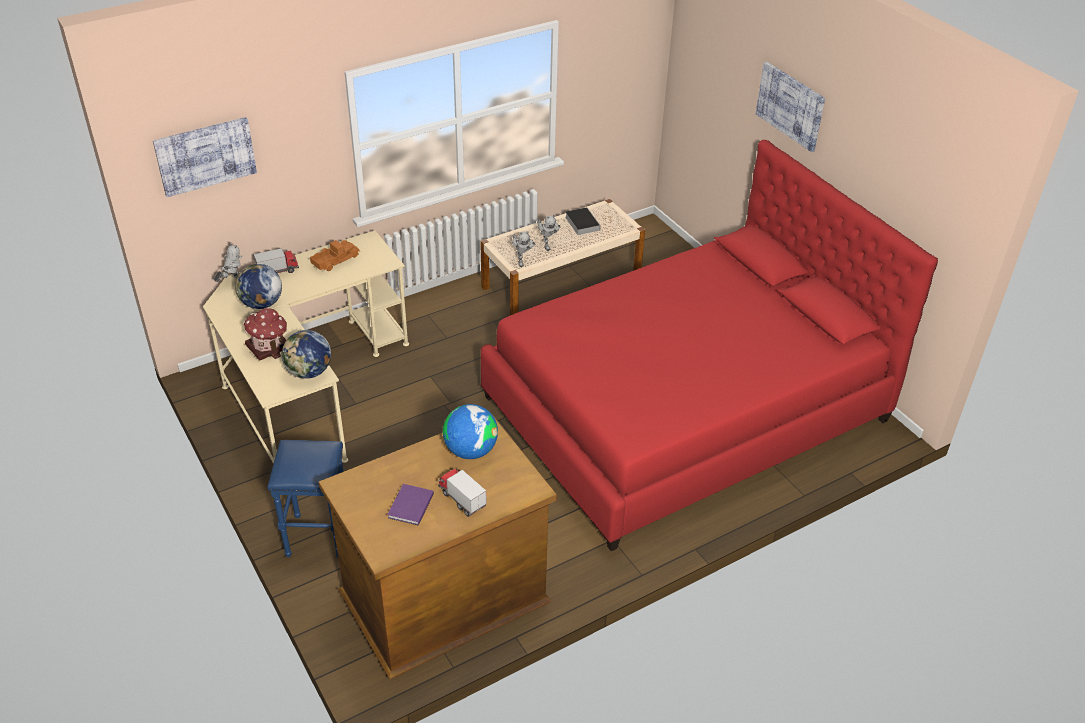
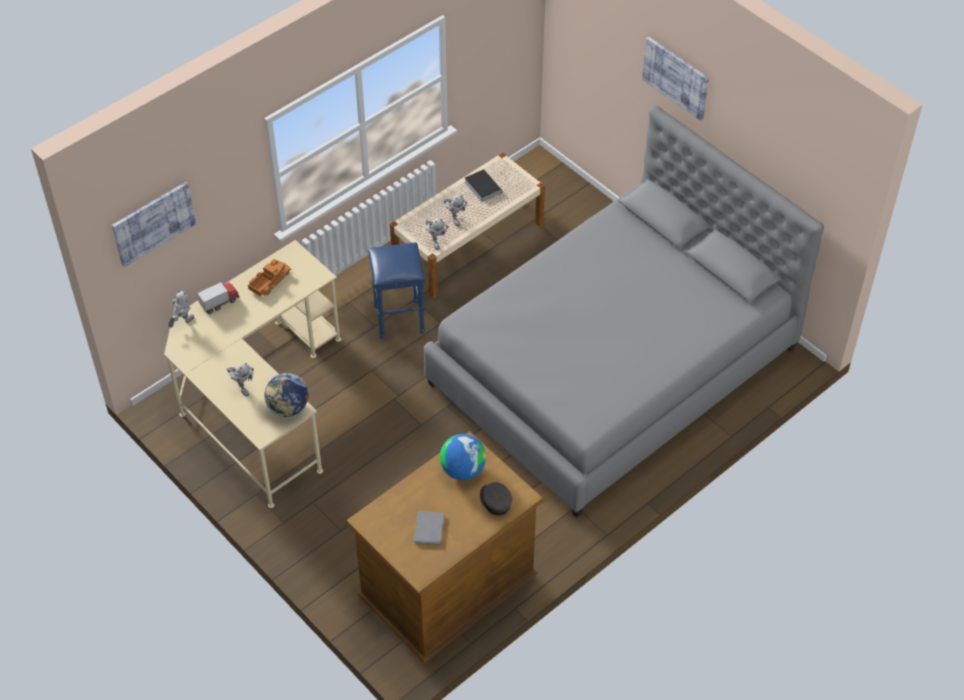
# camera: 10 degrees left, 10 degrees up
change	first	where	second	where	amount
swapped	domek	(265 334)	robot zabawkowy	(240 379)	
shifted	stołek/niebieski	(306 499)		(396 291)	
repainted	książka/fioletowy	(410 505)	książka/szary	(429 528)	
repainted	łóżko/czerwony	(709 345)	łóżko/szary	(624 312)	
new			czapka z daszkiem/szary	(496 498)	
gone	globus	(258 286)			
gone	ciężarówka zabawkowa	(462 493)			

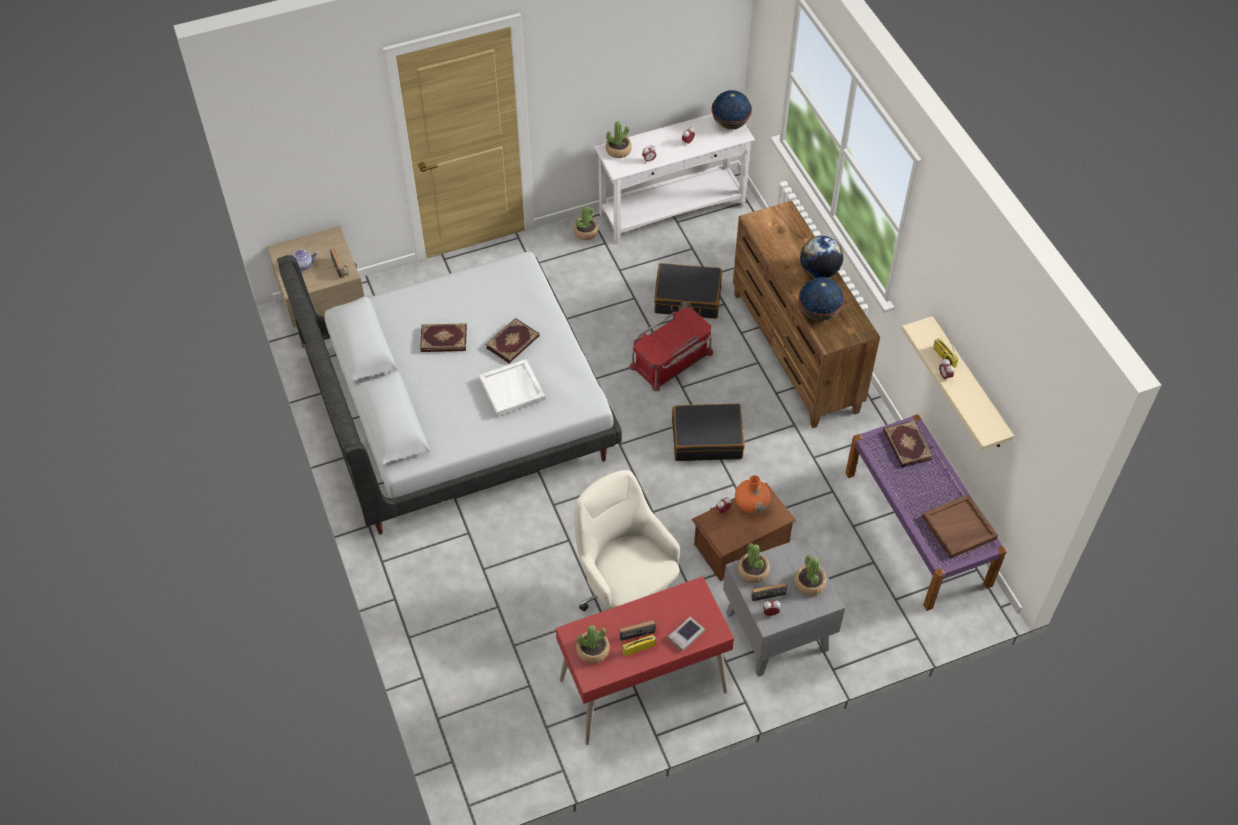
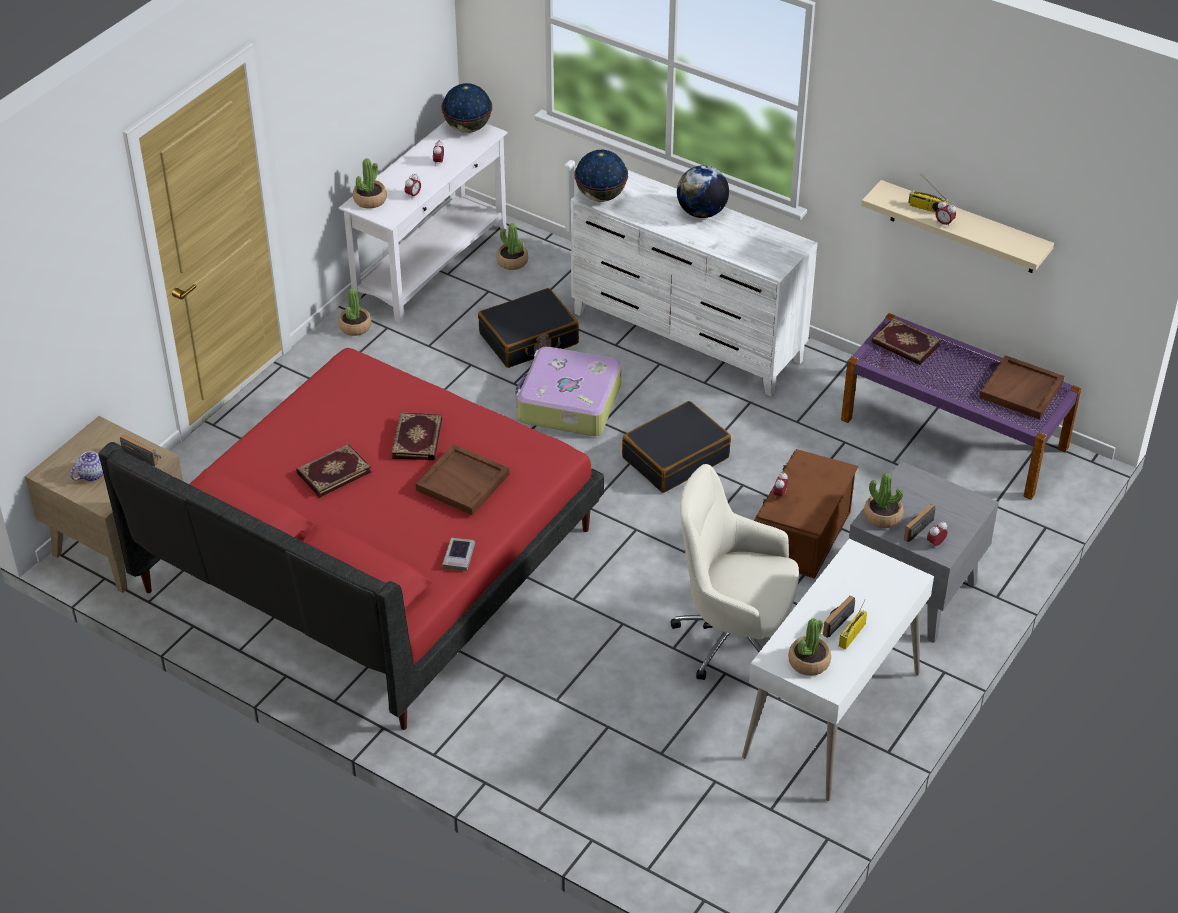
# camera: 35 degrees left, 10 degrees down
change	first	where	second	where	amount
repainted	łóżko/szary	(449 393)	łóżko/czerwony	(351 539)	
repainted	taca/biały	(512 387)	taca/brązowy	(463 479)	
shifted	książka	(686 634)		(458 554)	
shifted	roślina doniczkowa	(810 575)		(512 246)	
swapped	pojemnik do przechowywania/czerwony	(671 350)	walizka	(568 391)	
repainted	komoda/brązowy	(806 314)	komoda/biały	(694 283)	
shifted	globus	(821 299)		(601 176)	
repainted	biurko/czerwony	(645 660)	biurko/biały	(838 670)	
gone	wazon/pomarańczowy	(753 494)			

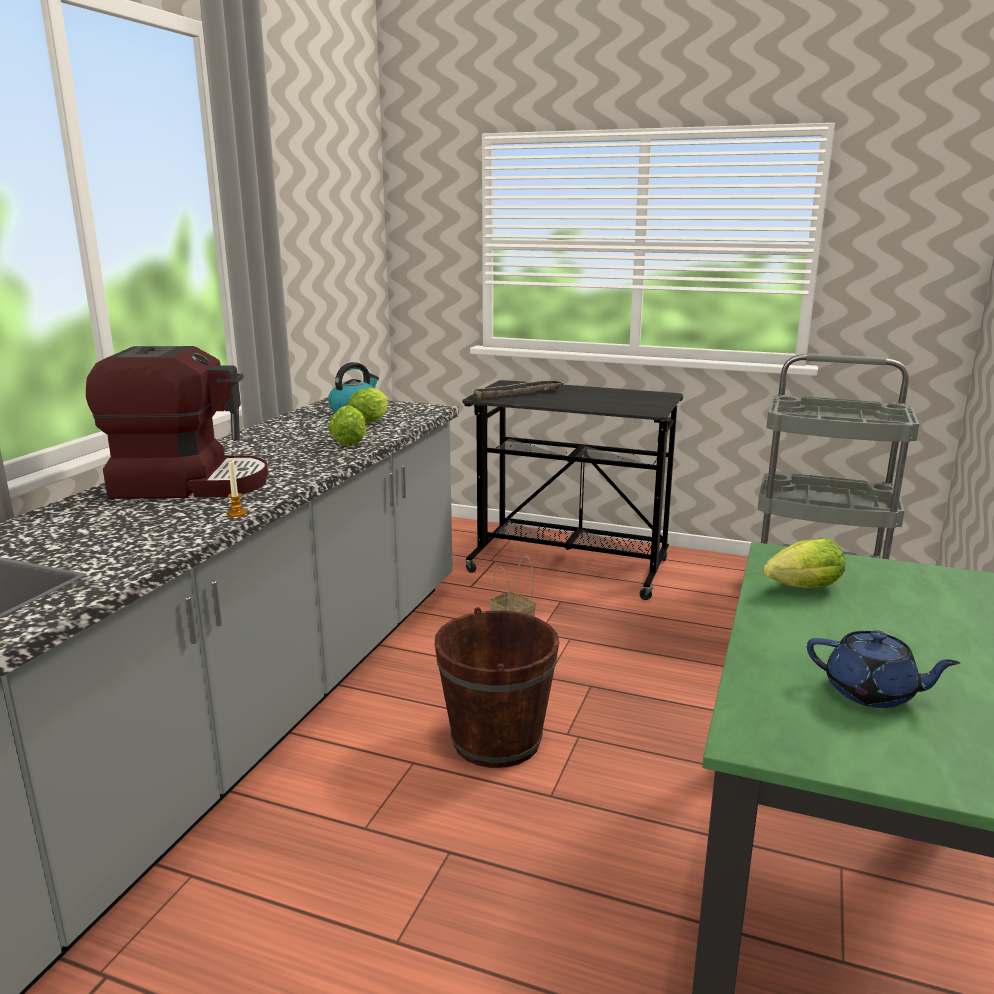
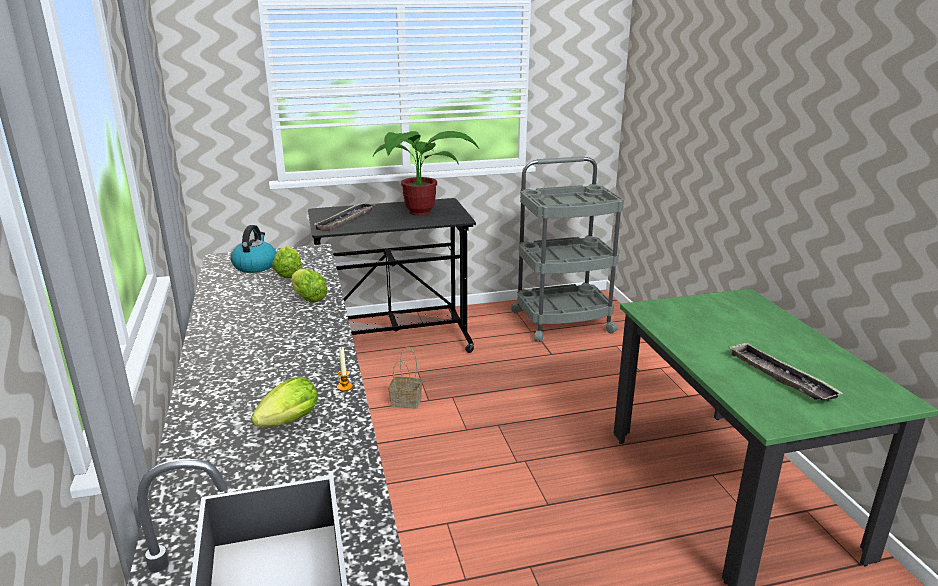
# camera: 35 degrees left, 5 degrees up
change	first	where	second	where	amount
shifted	sałata	(804 563)		(284 402)	
new			roślina doniczkowa	(426 173)	
swapped	imbryk/niebieski	(883 669)	taca	(785 371)	
gone	ekspres do kawy	(177 422)			
gone	wiadro/brązowy	(497 687)			

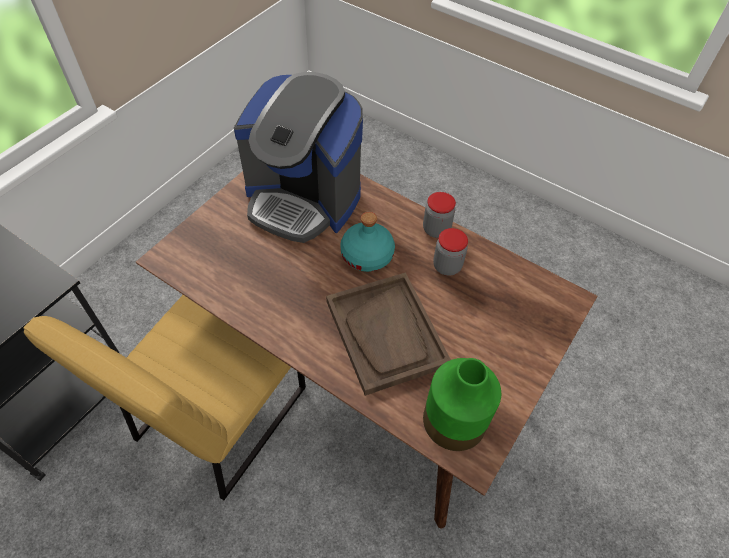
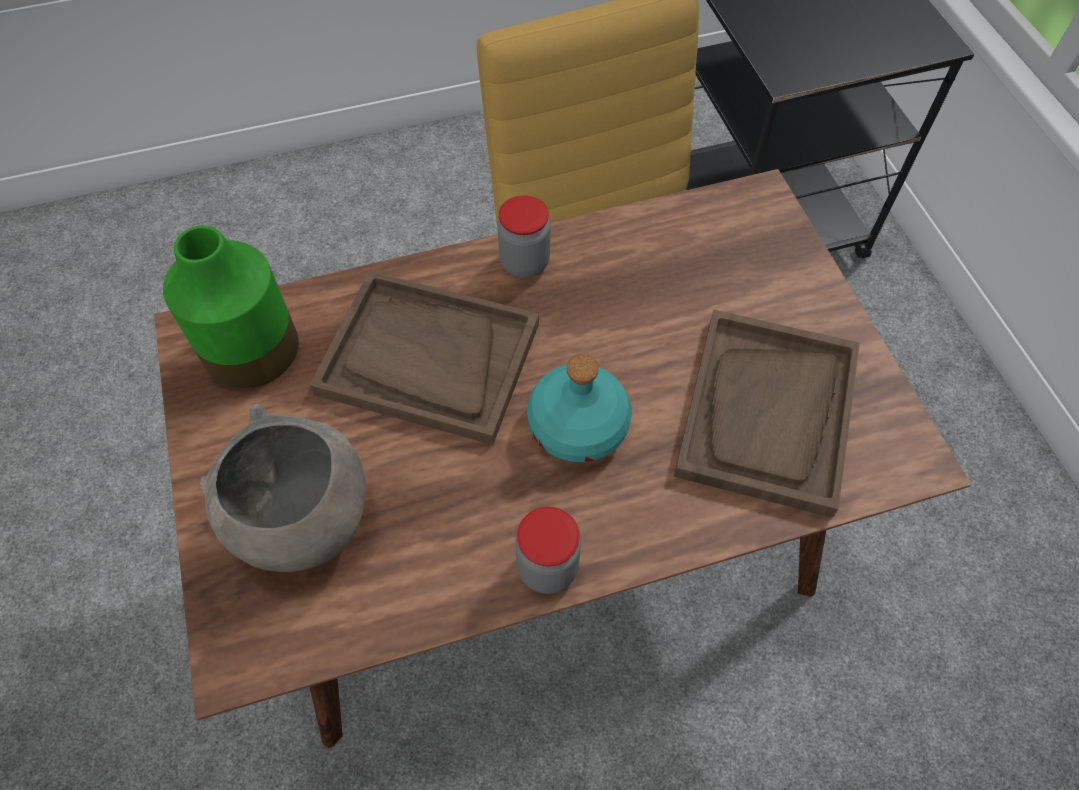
# camera: 130 degrees right, 5 degrees up
change	first	where	second	where	amount
new			miska/szary	(283 488)	
shifted	słoik	(450 252)		(524 236)	
swapped	ekspres do kawy	(298 157)	taca/brązowy	(767 414)	

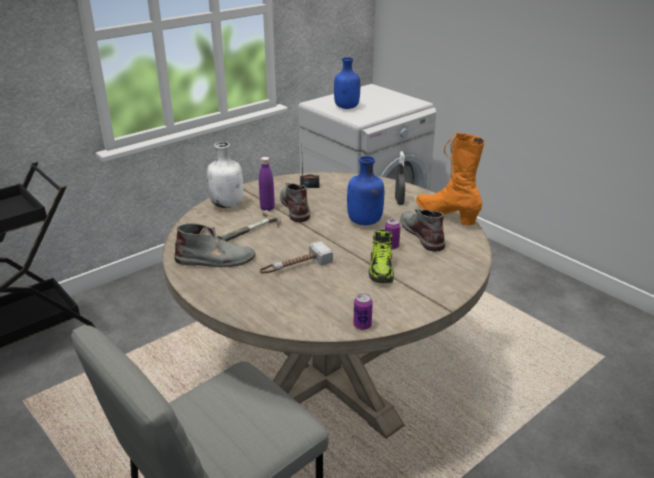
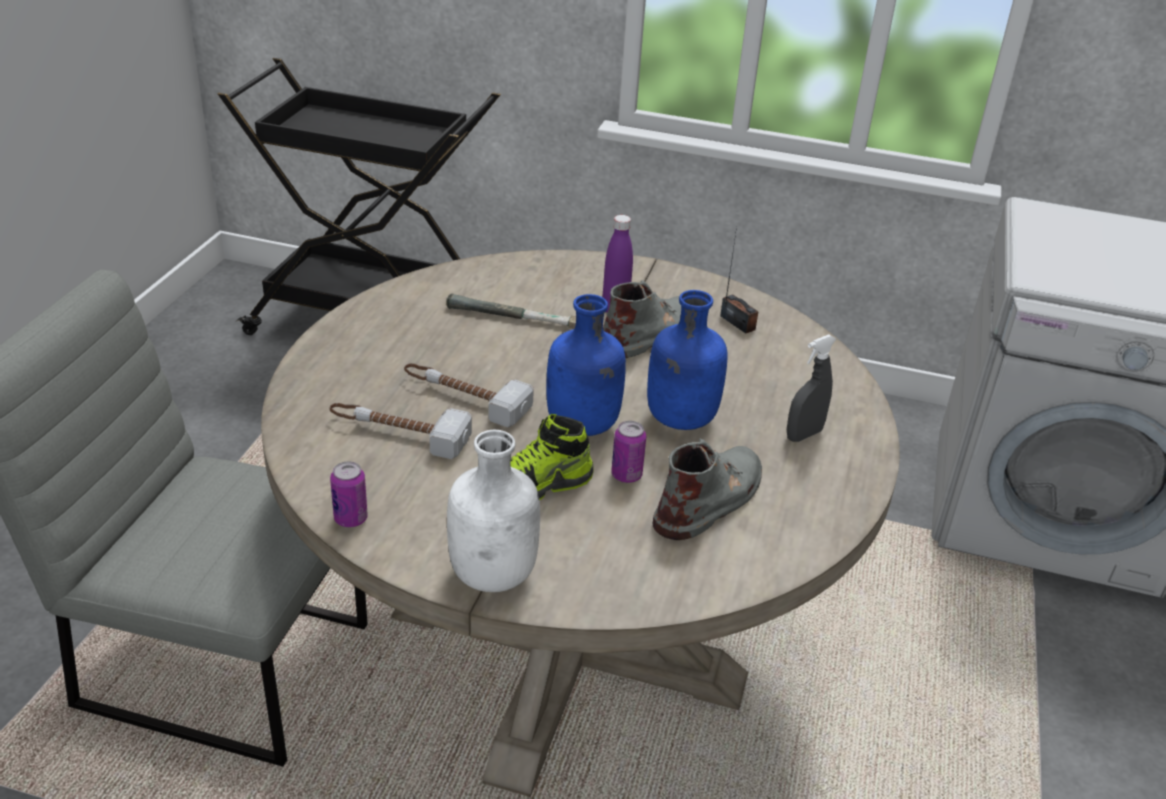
# camera: 55 degrees right, 5 degrees up
change	first	where	second	where	amount
new			młotek	(400 431)	
shifted	butelka/biały	(225 175)		(493 511)	
shifted	butelka/niebieski	(347 83)		(586 365)	
gone	but z cholewką/szary	(215 245)			
gone	but z cholewką/pomarańczowy	(450 179)			

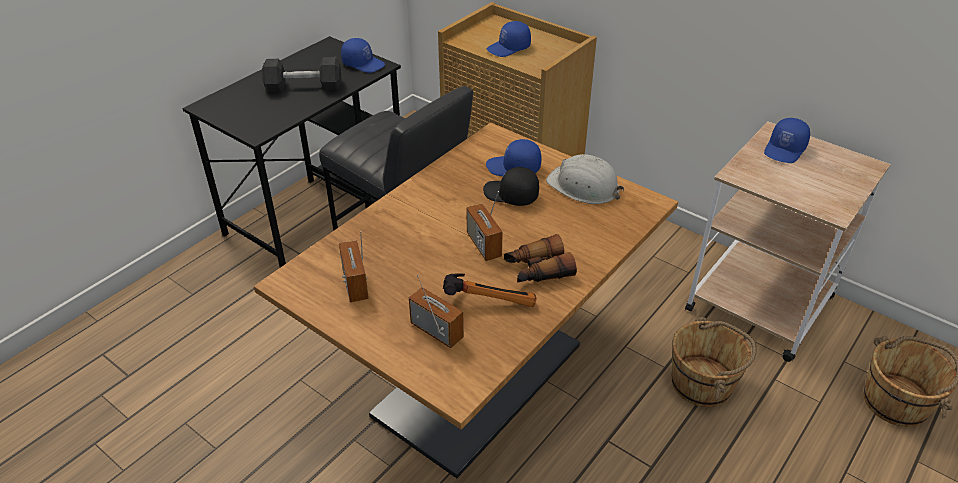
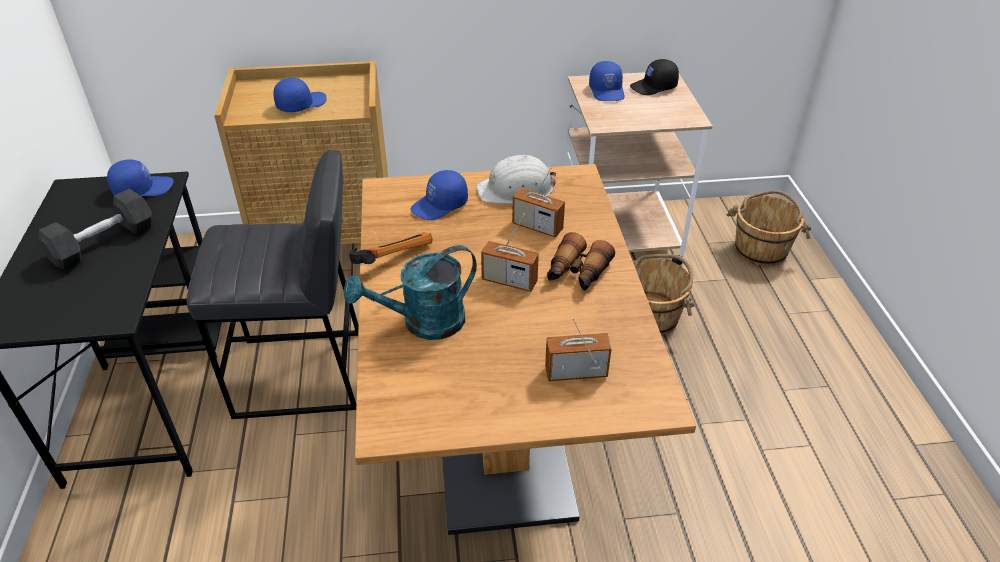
# camera: 45 degrees left, 0 degrees up
change	first	where	second	where	amount
rotated	czapka z daszkiem/niebieski	(509 39)		(300 95)	150 degrees counterclockwise
new			konewka/turkusowy	(410 292)	
shifted	młotek	(490 290)		(391 248)	
shifted	radio	(354 266)		(538 200)	
shifted	czapka z daszkiem/czarny	(511 186)		(654 77)	

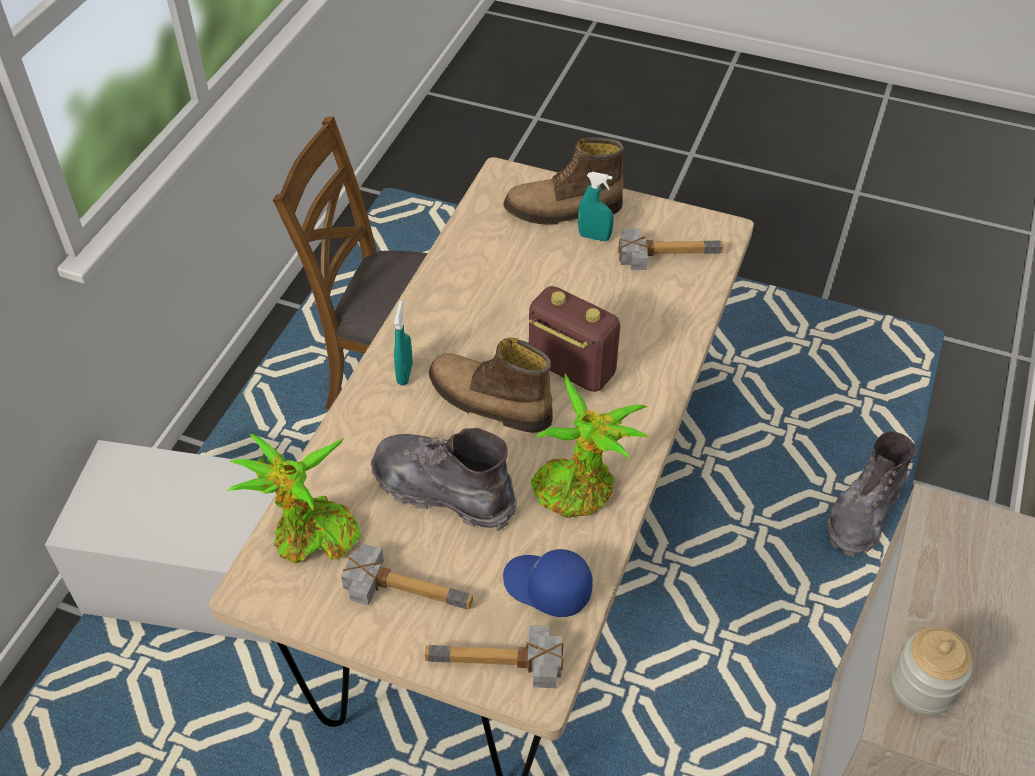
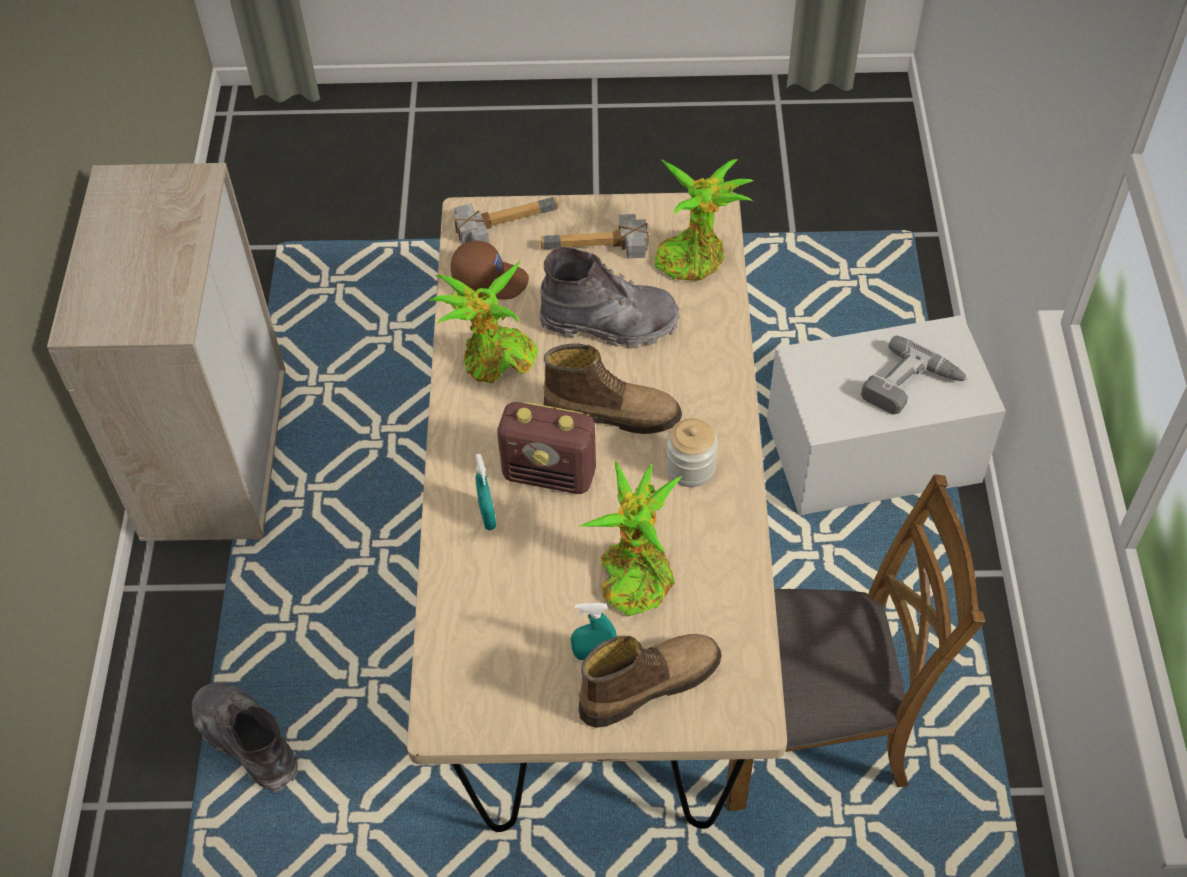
# camera: 160 degrees right, 5 degrees up
change	first	where	second	where	amount
rotated	but z cholewką/szary	(871 494)		(245 738)	60 degrees counterclockwise
repainted	czapka z daszkiem/niebieski	(548 583)	czapka z daszkiem/brązowy	(490 270)	
shifted	spryskiwacz/turkusowy	(403 343)		(485 492)	
new			roślina doniczkowa	(630 538)	
shifted	słoik	(932 671)		(692 452)	
new			wiertarka	(914 375)	
gone	młotek	(671 249)			

